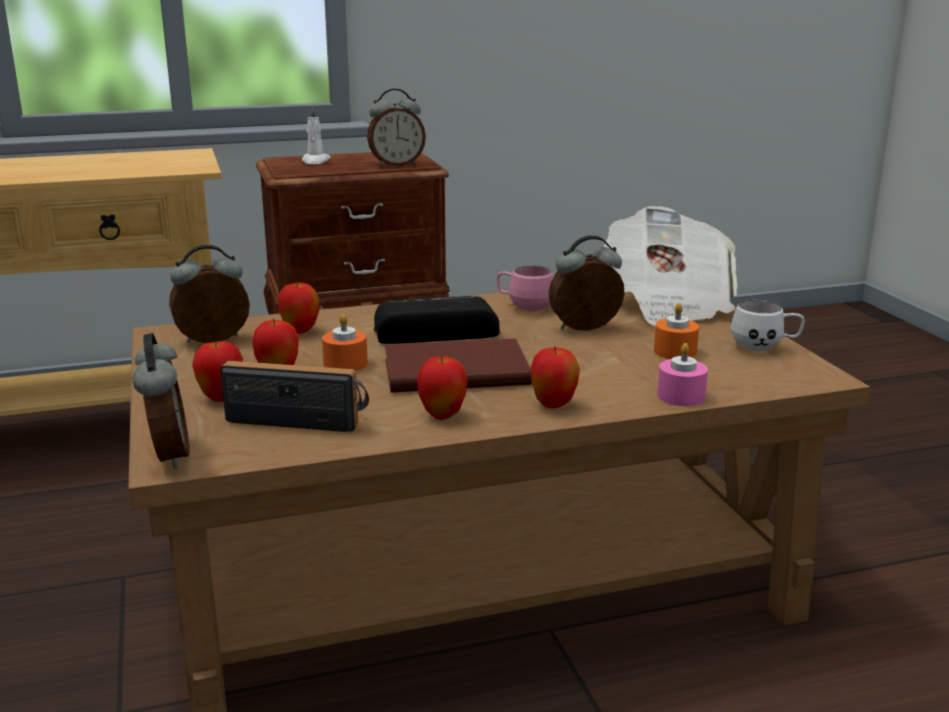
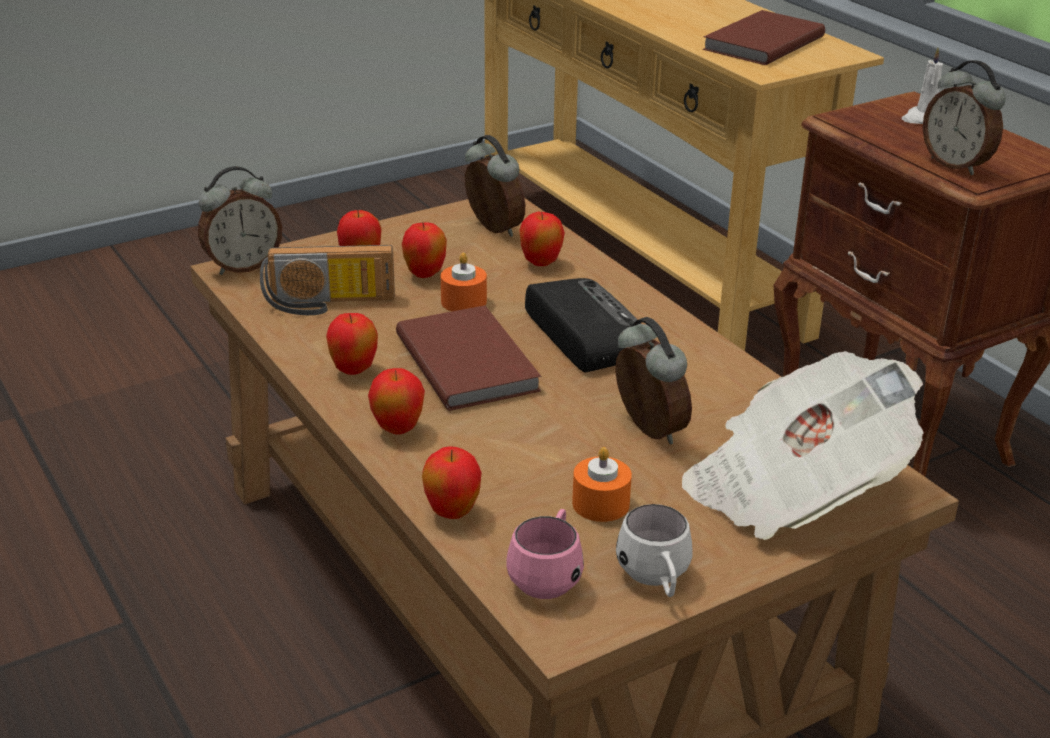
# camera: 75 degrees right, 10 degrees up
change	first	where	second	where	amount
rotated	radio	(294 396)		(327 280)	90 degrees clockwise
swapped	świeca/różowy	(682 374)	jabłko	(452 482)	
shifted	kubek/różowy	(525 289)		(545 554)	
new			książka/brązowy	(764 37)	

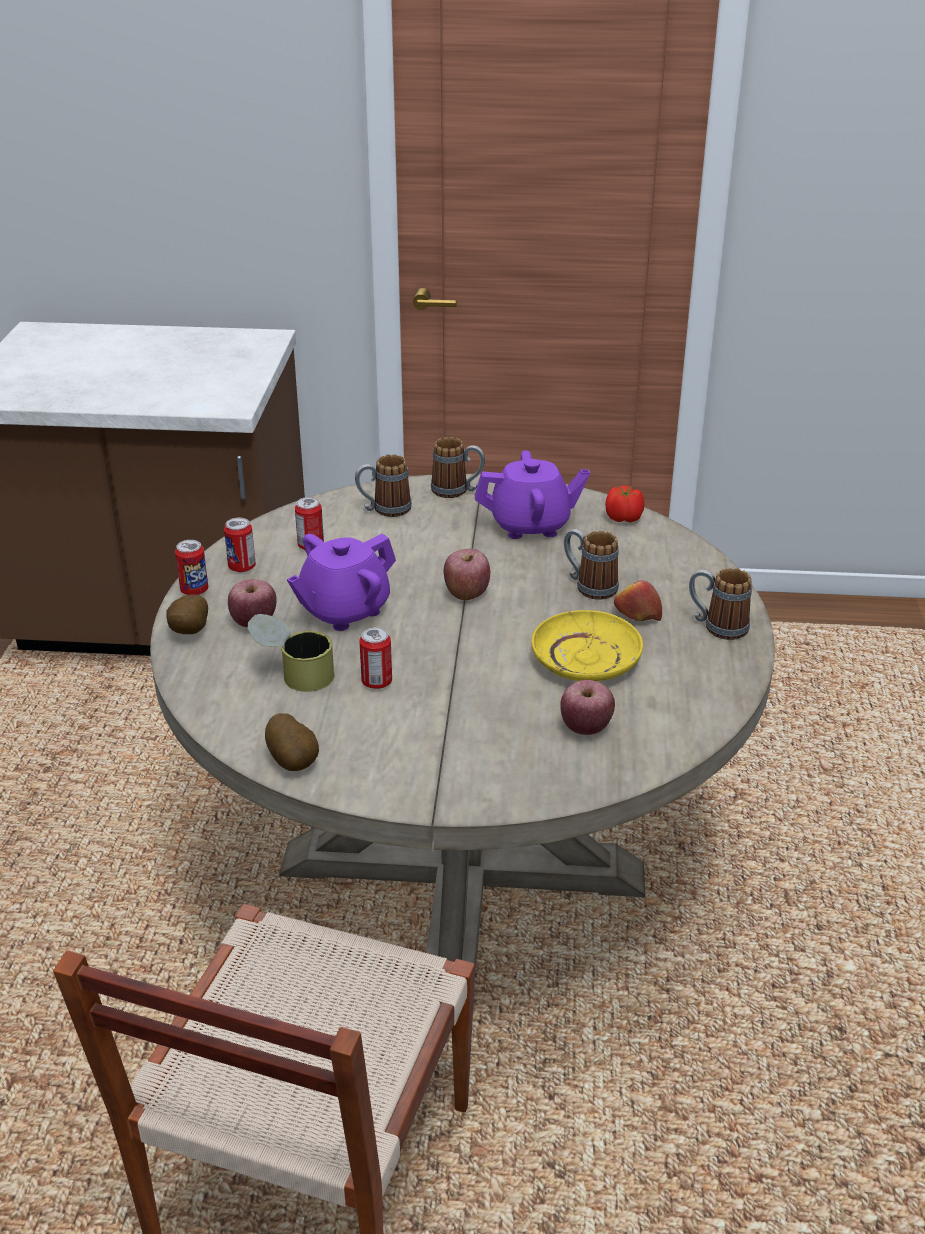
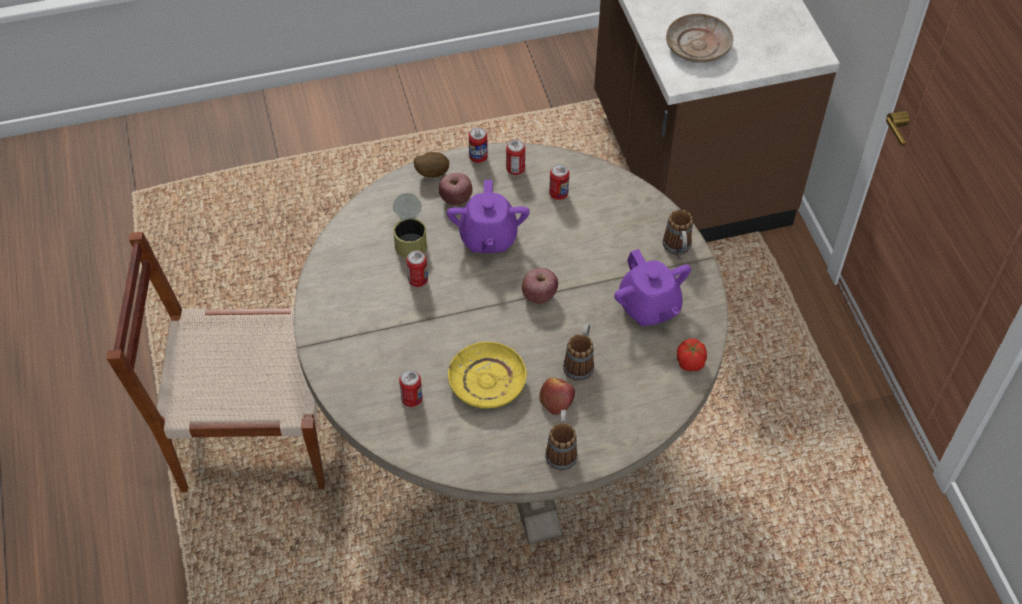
# camera: 70 degrees right, 20 degrees up
change	first	where	second	where	amount
swapped	jabłko	(587 707)	puszka	(411 388)	
rotated	imbryk/fioletowy	(341 582)		(488 216)	120 degrees counterclockwise
new			talerz/beżowy	(699 38)	
gone	ziemniak	(292 742)			
gone	kubek	(383 485)			

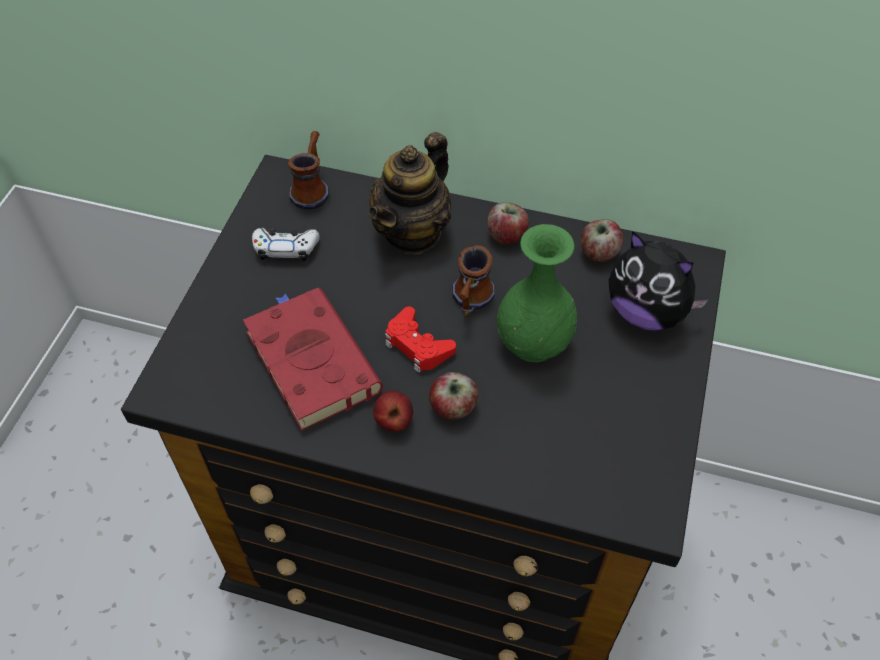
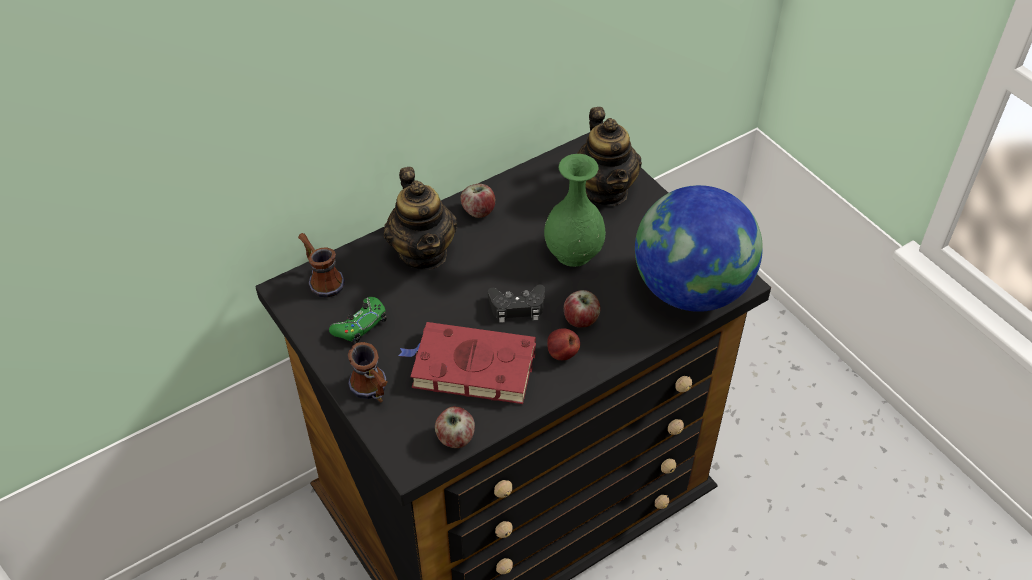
# camera: 50 degrees left, 5 degrees down
change	first	where	second	where	amount
repainted	pad do gier/biały	(286 244)	pad do gier/zielony	(358 320)	
shifted	kubek	(474 281)		(367 372)	
shifted	jabłko	(602 240)		(455 427)	
repainted	pad do gier/czerwony	(420 340)	pad do gier/czarny	(516 304)	
swapped	pluszak	(659 281)	imbryk	(609 156)	
new			globus	(699 248)	

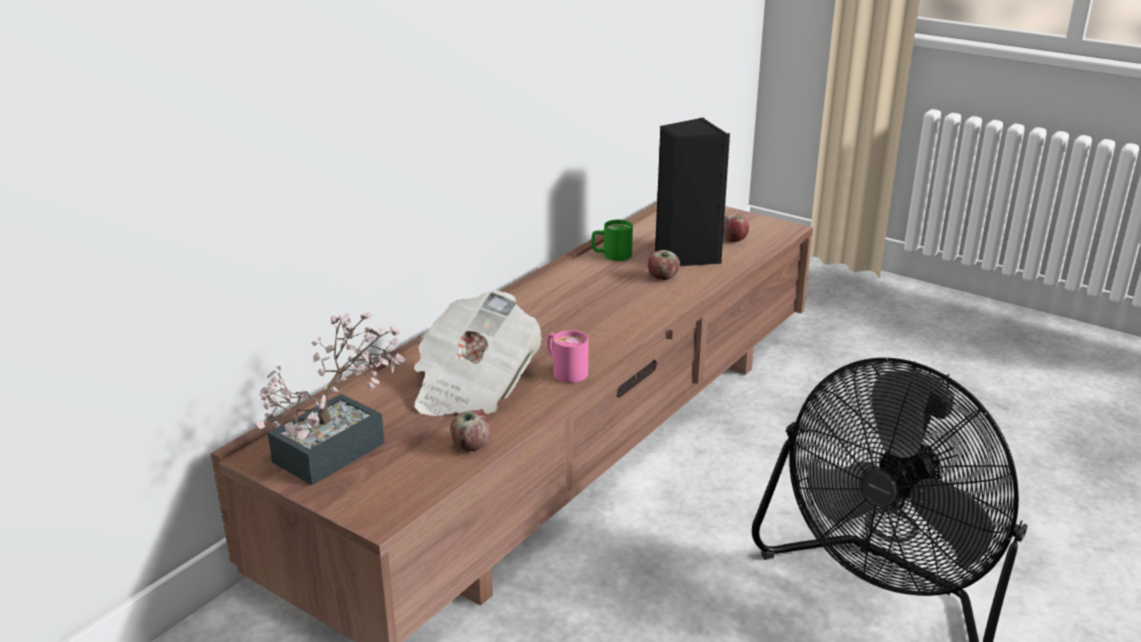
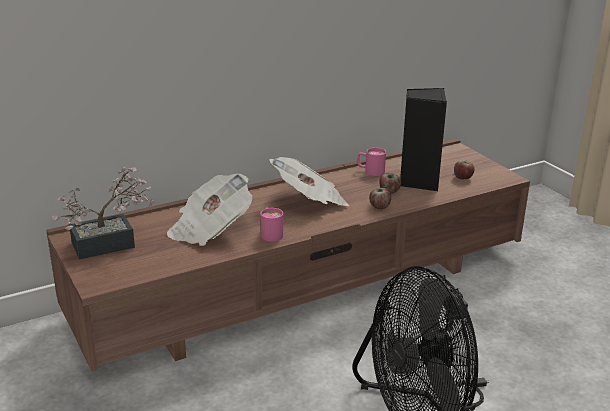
# camera: 25 degrees right, 0 degrees up
change	first	where	second	where	amount
new			gazeta	(309 181)	
repainted	kubek/zielony	(612 240)	kubek/różowy	(371 162)	
shifted	jabłko	(470 430)		(380 198)	

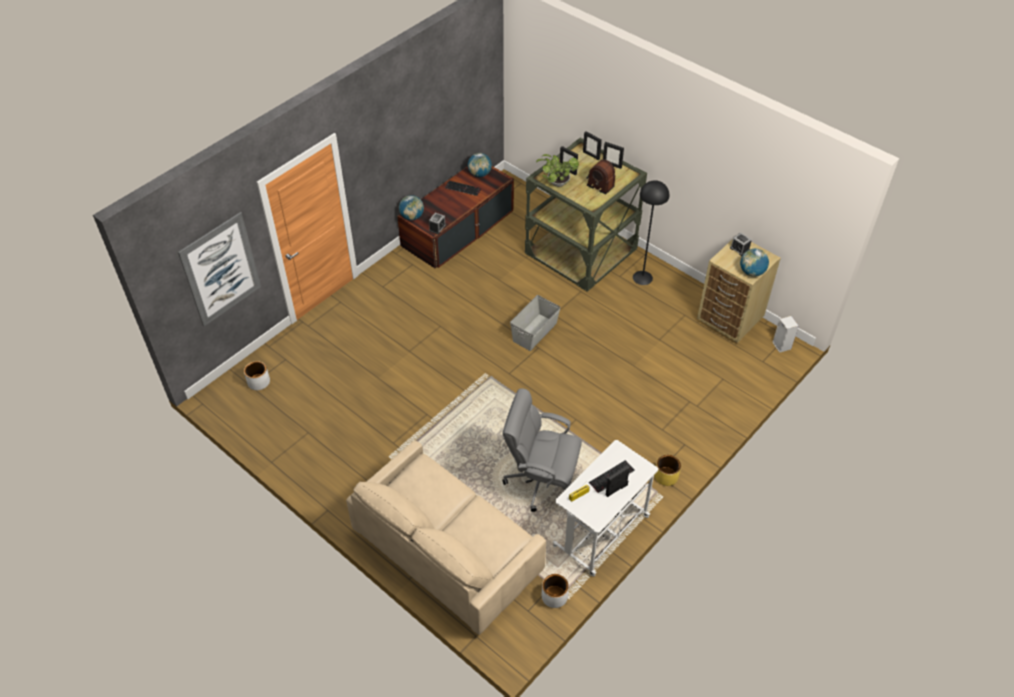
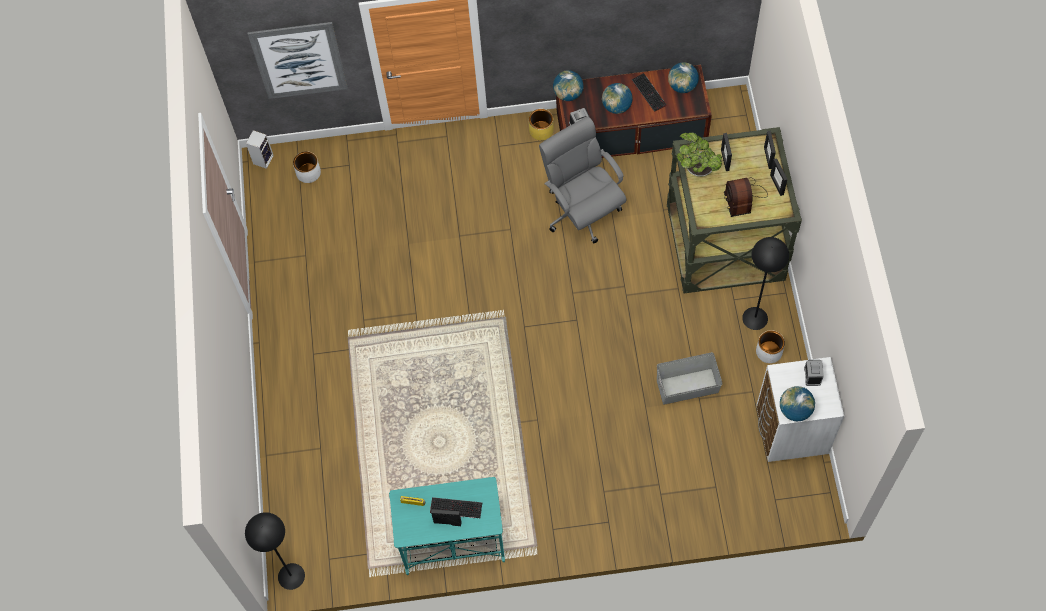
# camera: 45 degrees right, 15 degrees up
change	first	where	second	where	amount
new			lampa stojąca/czarny	(275 551)	
shifted	głośnik	(785 334)		(260 149)	
repainted	biurko/biały	(605 508)	biurko/turkusowy	(447 526)	
shifted	donica/żółty	(667 470)		(541 124)	
shifted	krzesło biurowe/szary	(542 450)		(582 180)	
new			globus	(617 98)	
shifted	pojemnik do przechowywania/szary	(535 323)		(690 378)	
shifted	donica/biały	(555 591)		(770 346)	
repainted	komoda/brązowy	(739 291)	komoda/biały	(800 409)	
gone	kanapa/beżowy	(446 538)			

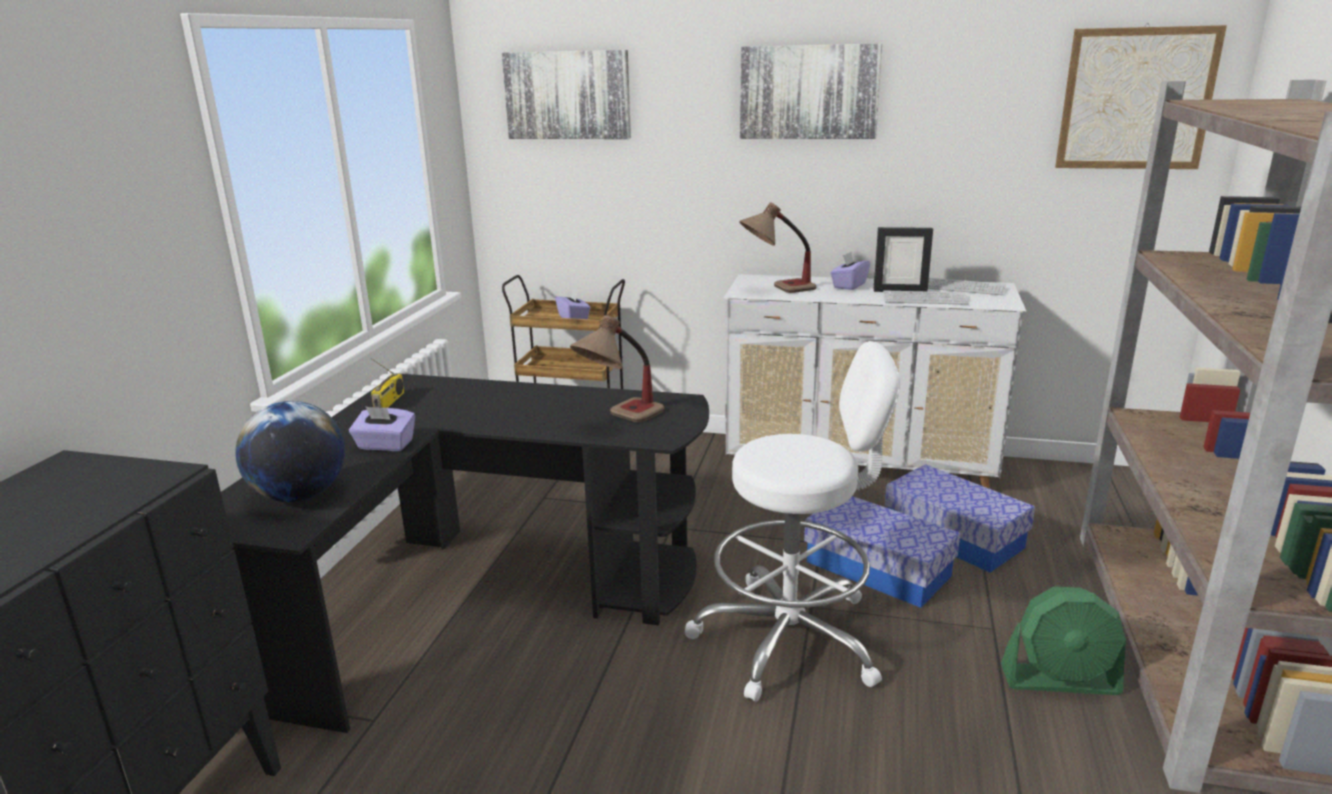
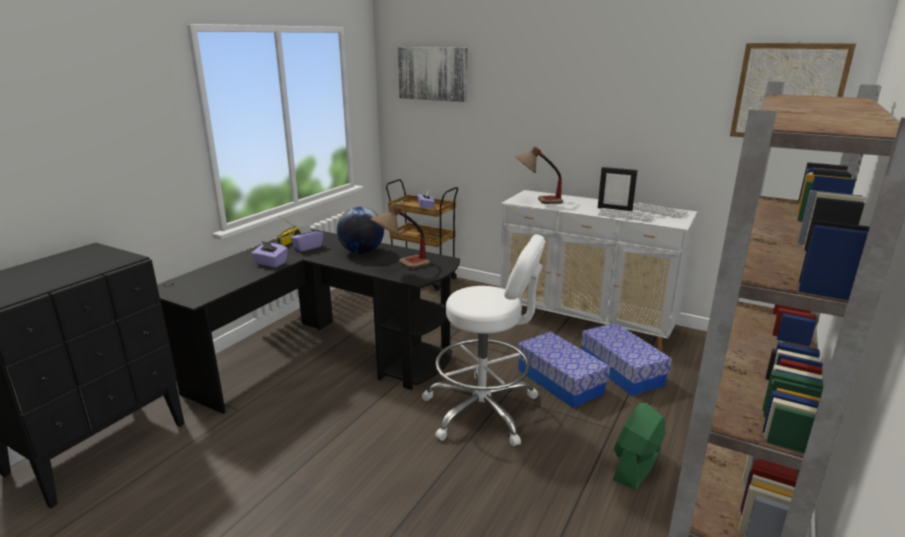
# camera: 15 degrees right, 0 degrees up
change	first	where	second	where	amount
shifted	pudełko chusteczek/fioletowy	(850 271)		(307 238)	
shifted	globus	(290 451)		(360 230)	
rotated	wentylator/zielony	(1063 640)		(639 446)	105 degrees clockwise
gone	obraz	(811 91)			

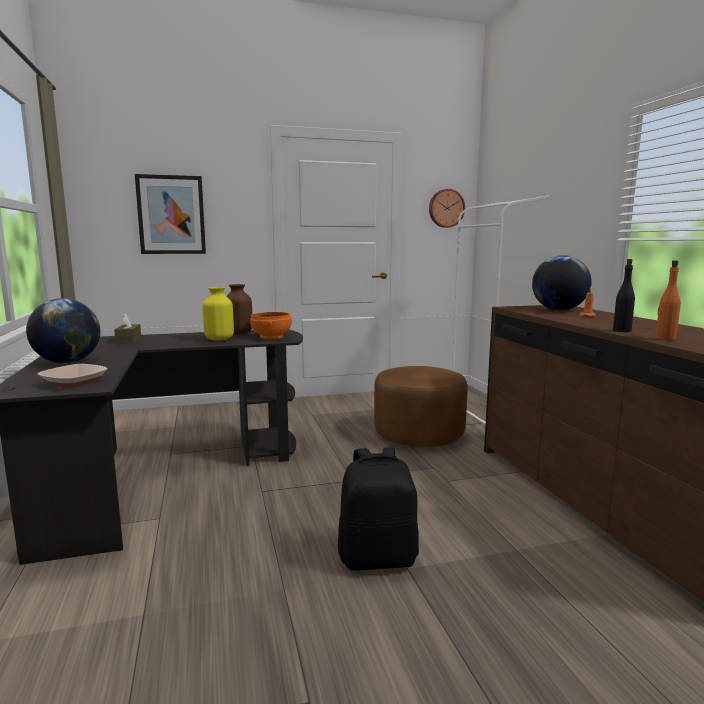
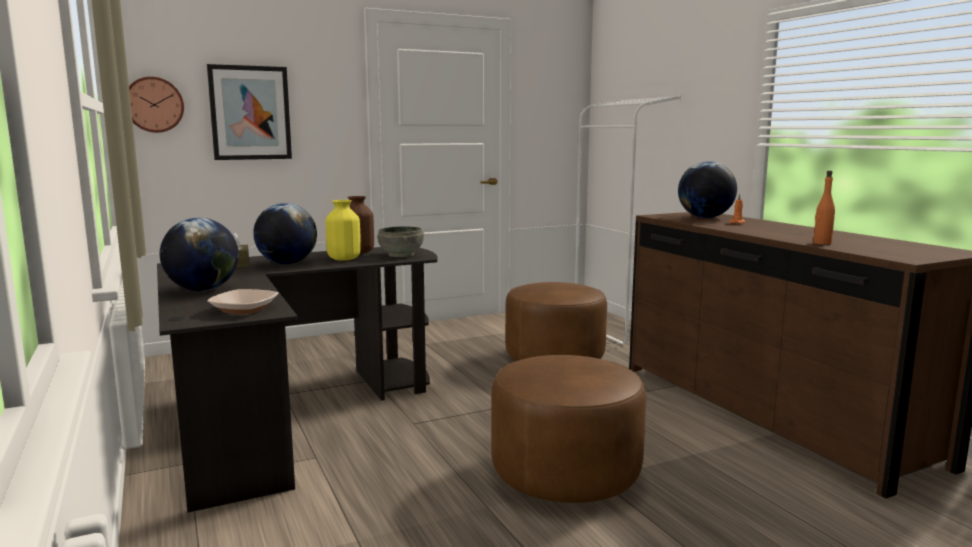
# camera: 10 degrees left, 0 degrees up
change	first	where	second	where	amount
shifted	zegar ścienny	(447 208)		(156 105)	
new			globus	(285 233)	
repainted	miska/pomarańczowy	(271 325)	miska/szary	(400 241)	
swapped	plecak/czarny	(378 509)	pufa/brązowy	(568 429)	
gone	butelka/czarny	(624 295)			

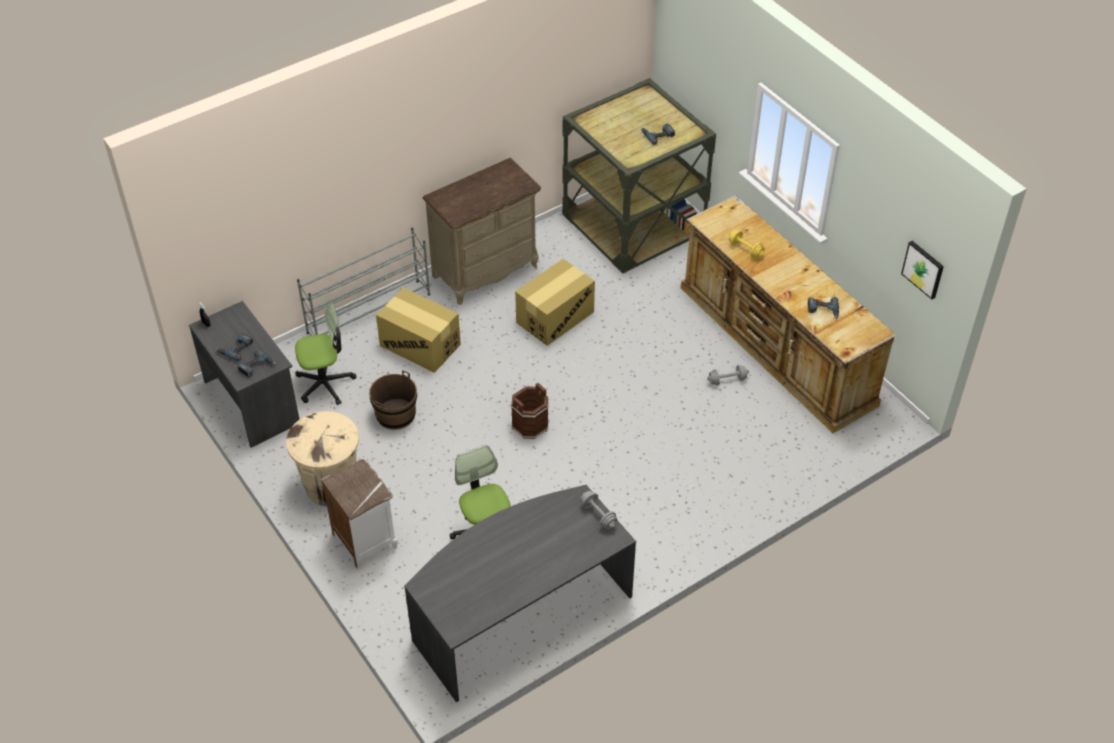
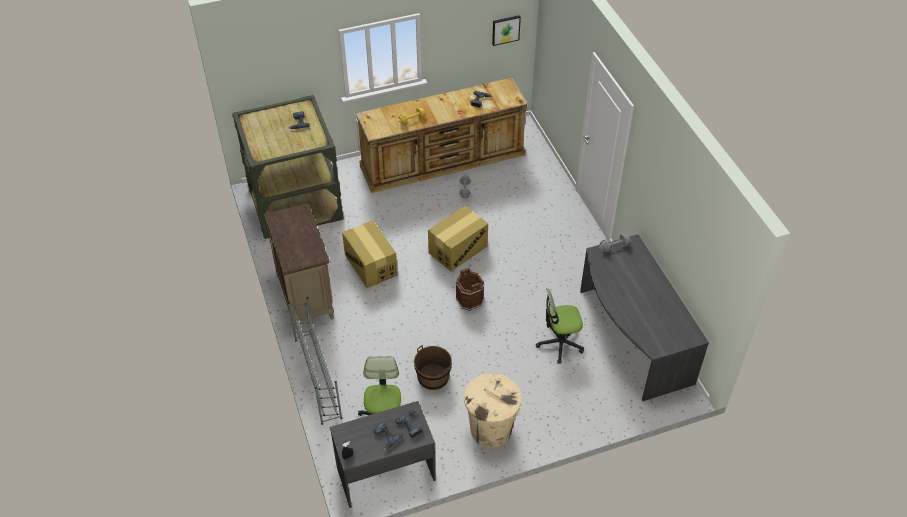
# camera: 75 degrees left, 0 degrees up
change	first	where	second	where	amount
shifted	karton	(418 330)		(458 238)	
gone	szafka nocna/biały	(359 514)			

